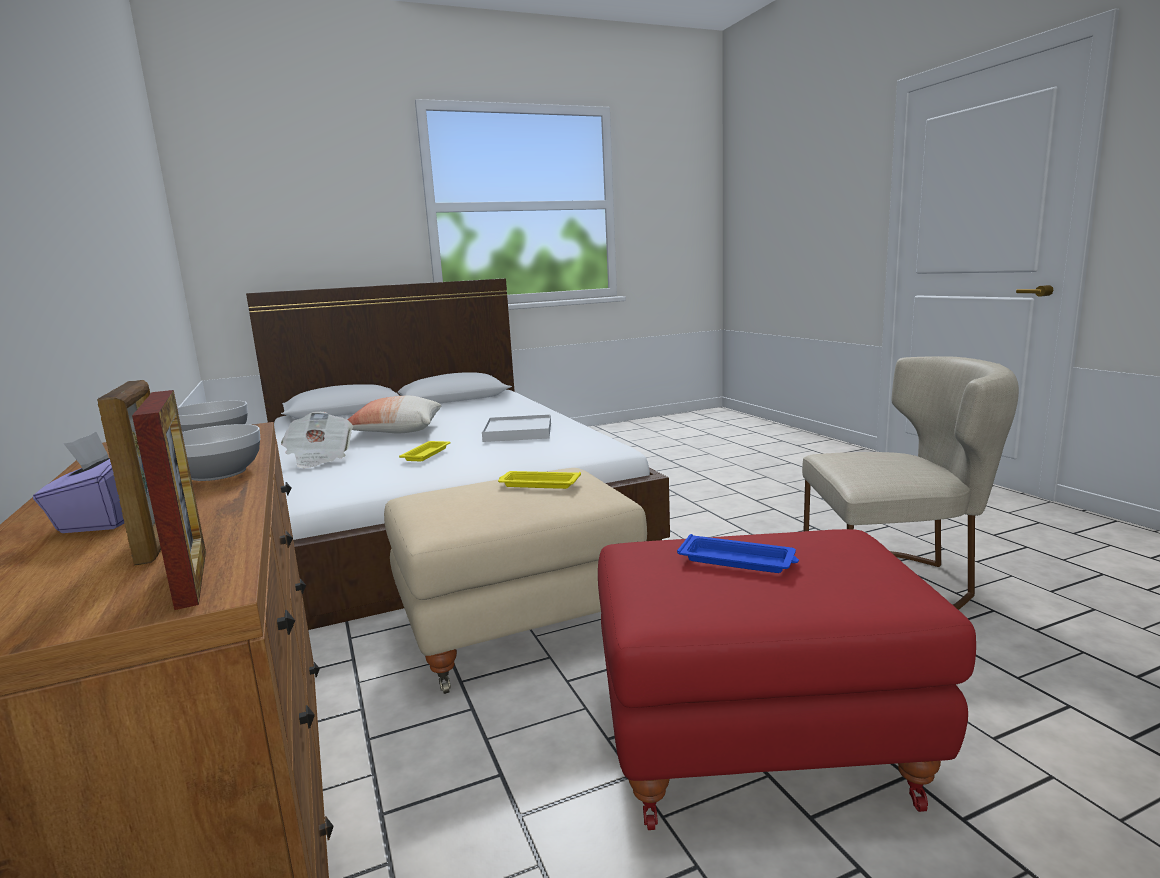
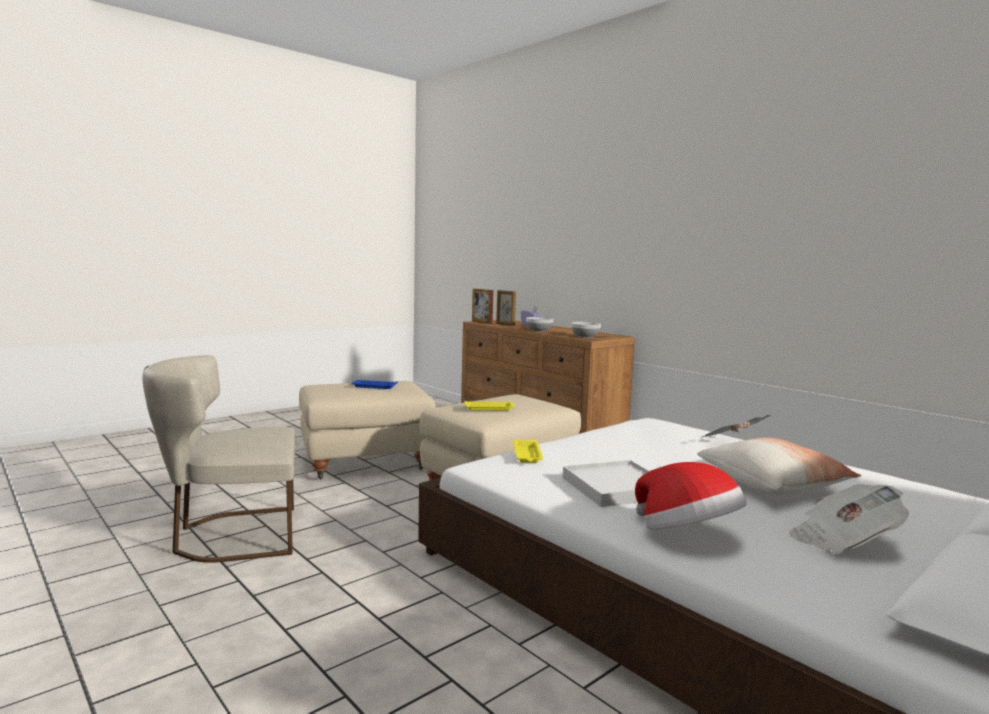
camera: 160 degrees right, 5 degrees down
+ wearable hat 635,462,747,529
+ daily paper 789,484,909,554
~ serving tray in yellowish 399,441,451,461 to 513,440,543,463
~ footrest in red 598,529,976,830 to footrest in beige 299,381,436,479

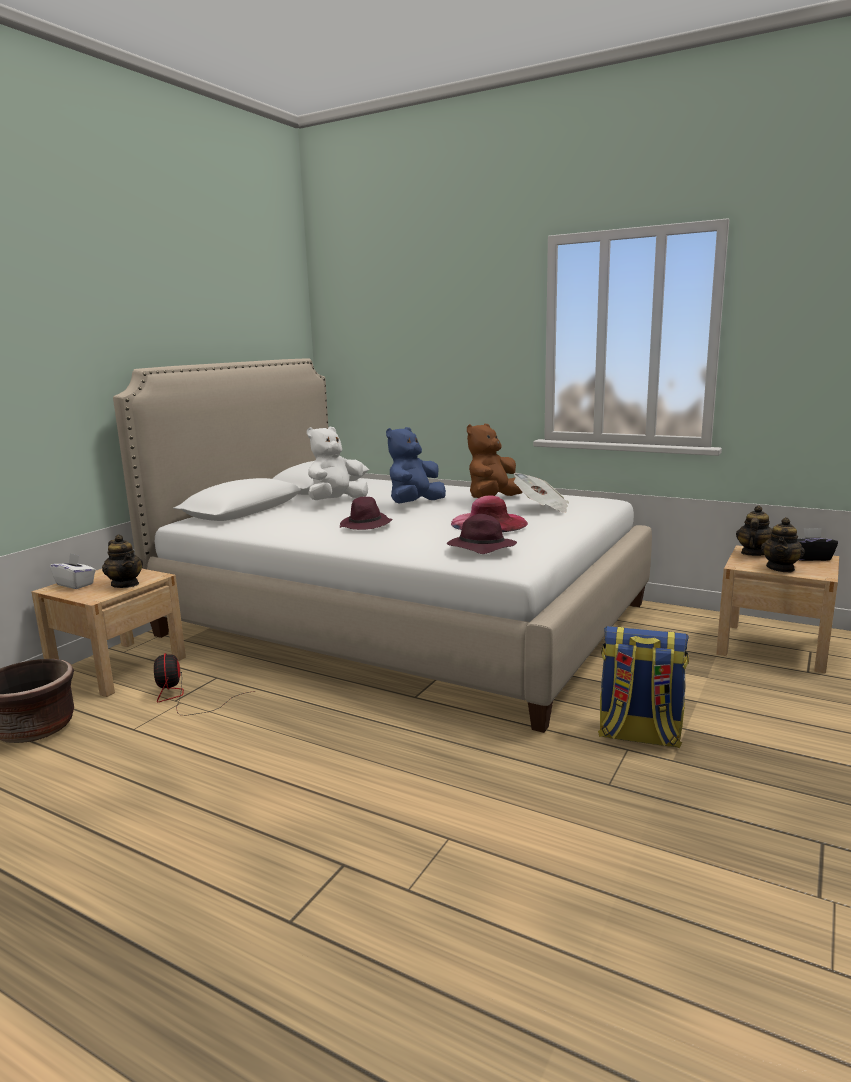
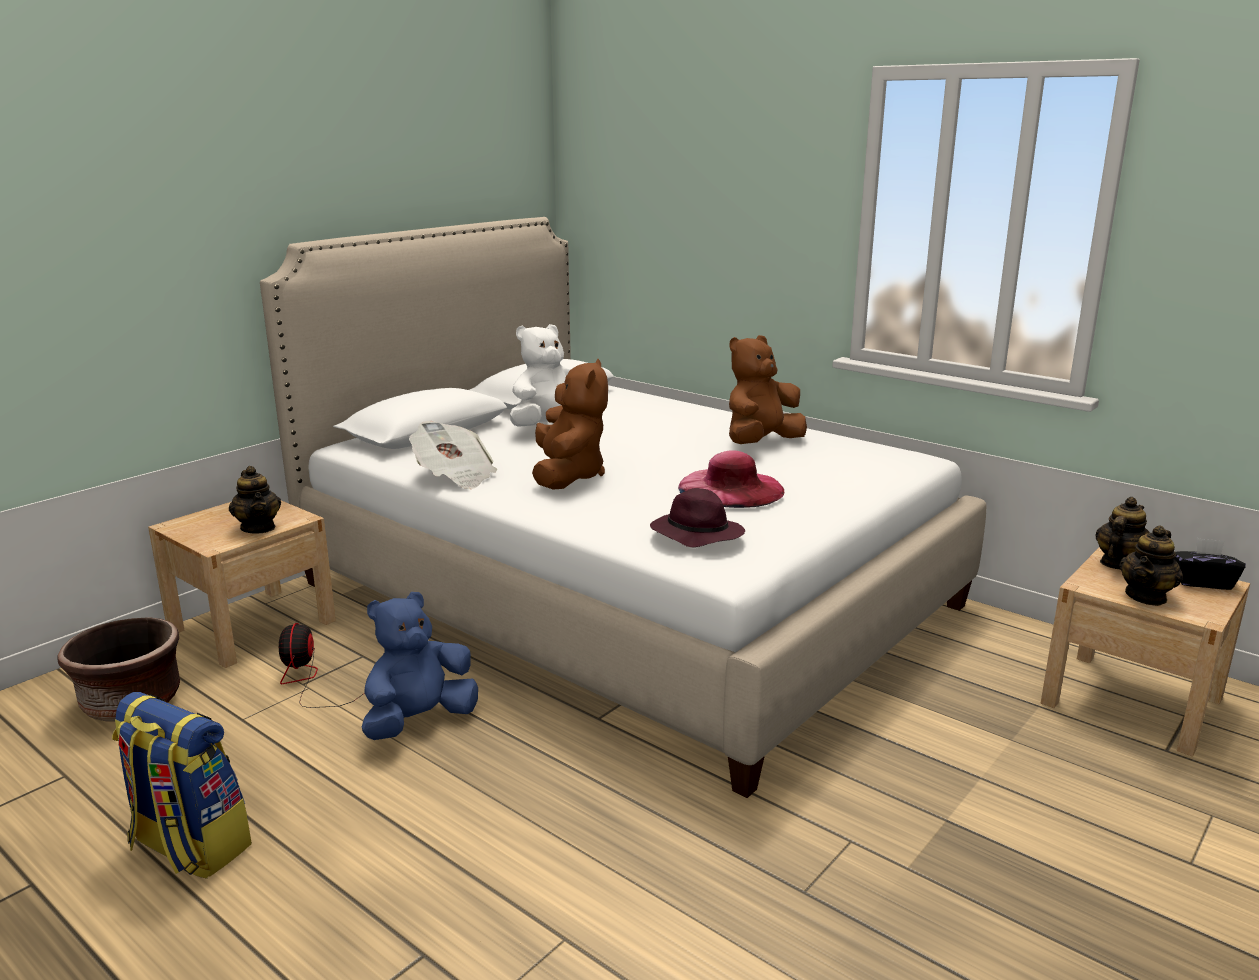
camera: 10 degrees right, 5 degrees up
- tissue holder in white-coloured 50,553,96,589
~ soft toy in blue 386,427,446,503 to 362,592,478,740
~ daily paper 514,473,569,513 to 409,421,497,489
~ rucksack 598,626,689,748 to 112,692,252,879
~ wearable hat in purplish 340,497,393,530 to soft toy in brown-coloured 532,359,608,489

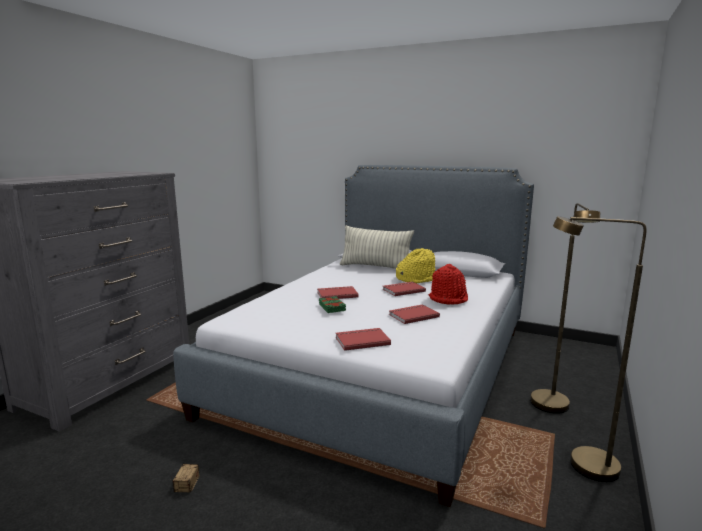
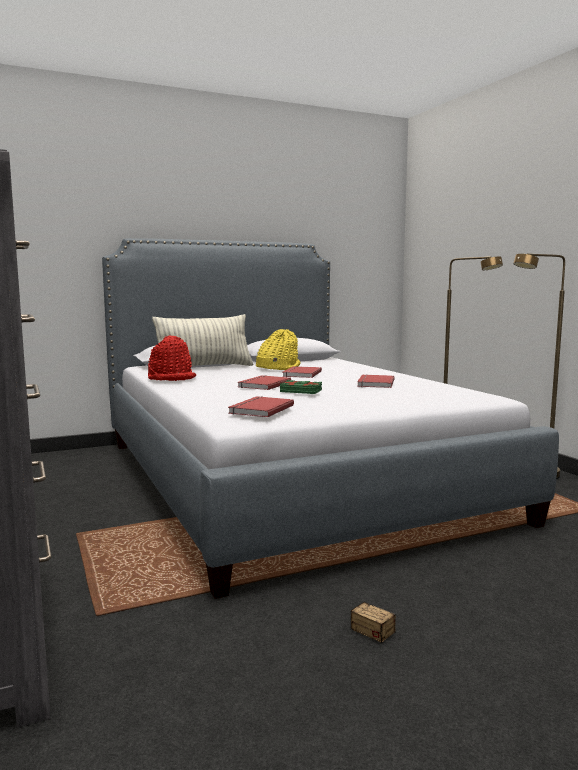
camera: 50 degrees left, 5 degrees down
~ volume in red 336,328,391,351 to 228,396,294,417
~ wearable hat in red 429,264,468,305 to 148,335,196,381

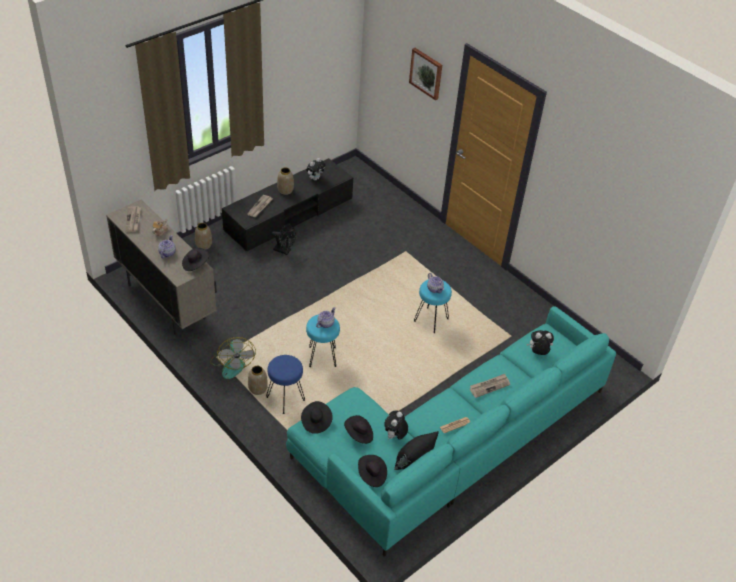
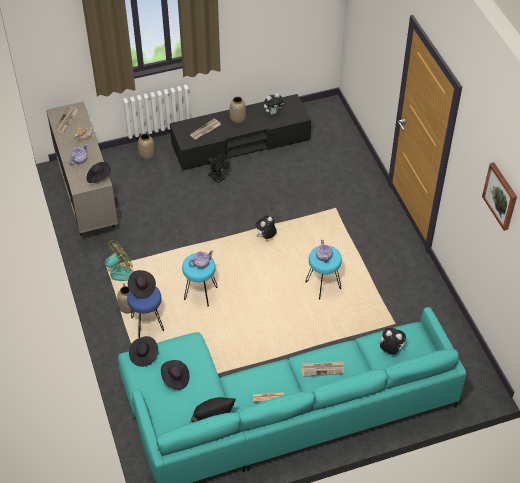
camera: 25 degrees right, 5 degrees up
~ wearable hat in black-coloured 358,455,387,487 to 128,270,156,299
~ soft toy 384,411,408,440 to 256,216,277,239
~ picture 409,48,442,100 to 482,163,517,231
~ cooling fan 210,337,256,379 = 99,240,134,294 135 degrees counterclockwise

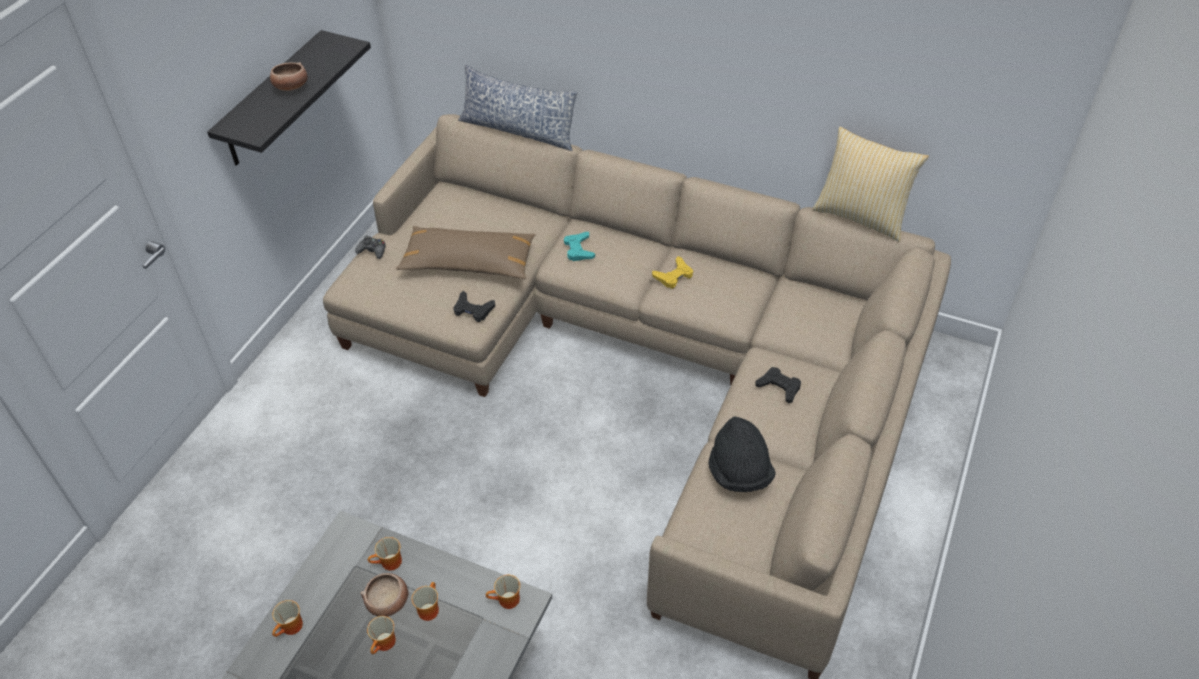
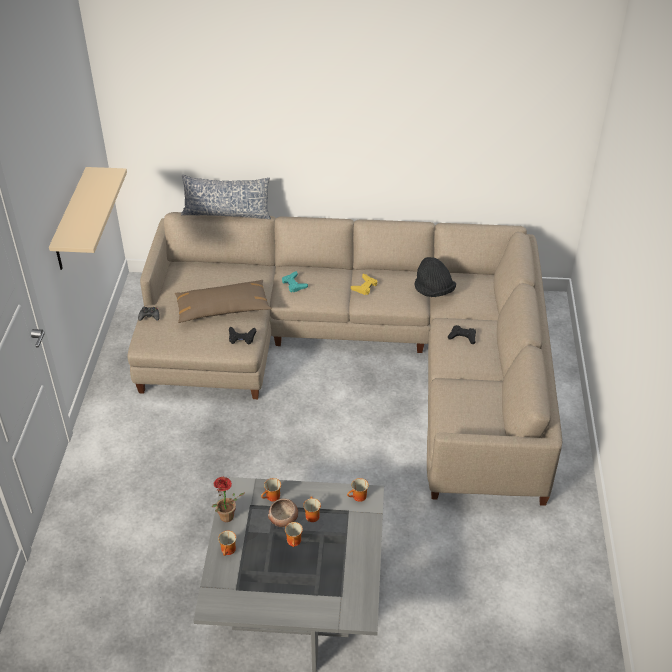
camera: 20 degrees left, 5 degrees down
- serving bowl 270,62,308,91
- cushion 813,127,929,242
+ potted plant 211,477,244,522
~ wearable hat in black-coloured 708,417,776,492 to 415,257,456,297
~ wall shelf in black-coloured 207,30,371,166 to wall shelf in beige 49,167,127,270

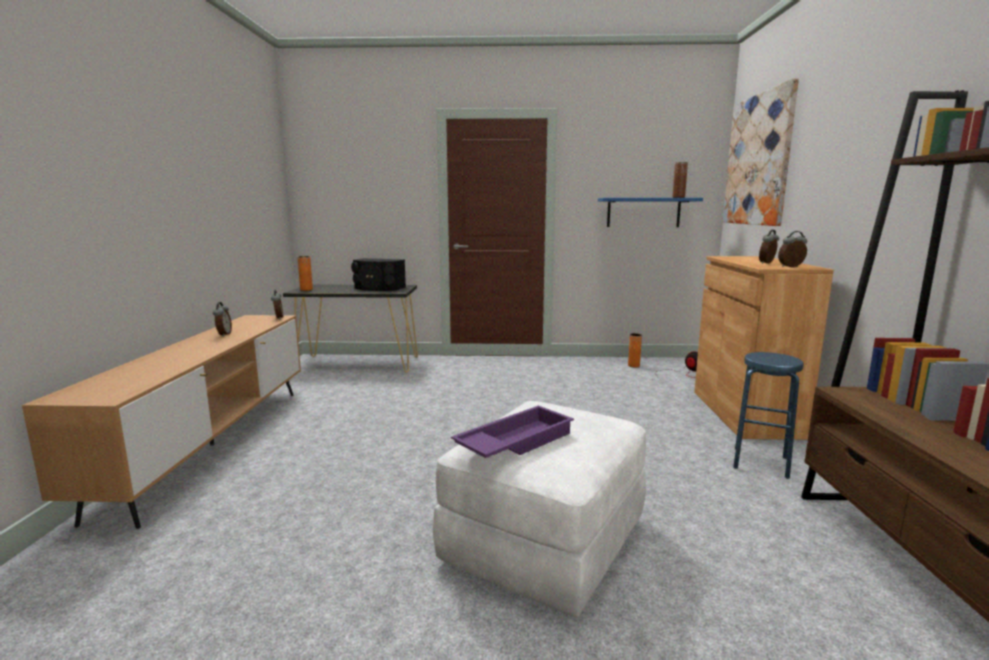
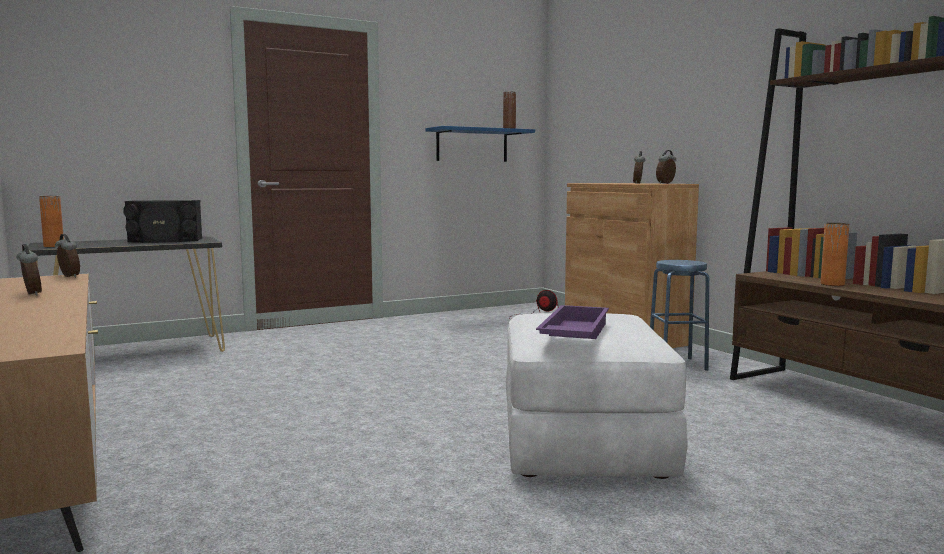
camera: 30 degrees left, 5 degrees down
- picture 723,78,799,226
~ vase in orange-coloured 628,333,642,368 to 821,223,849,286

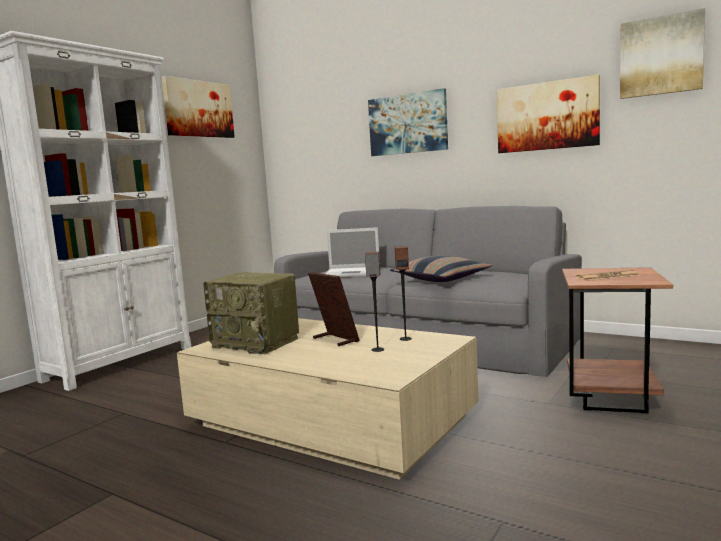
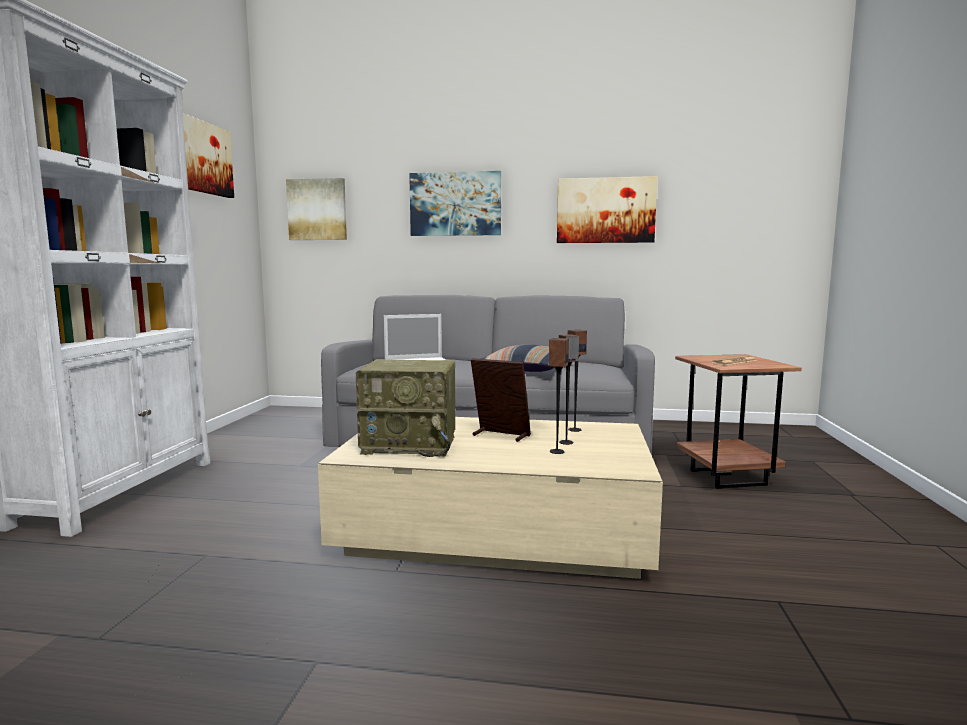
camera: 25 degrees left, 0 degrees up
+ loudspeaker 549,338,569,454
~ picture 620,8,705,99 to 286,178,347,240

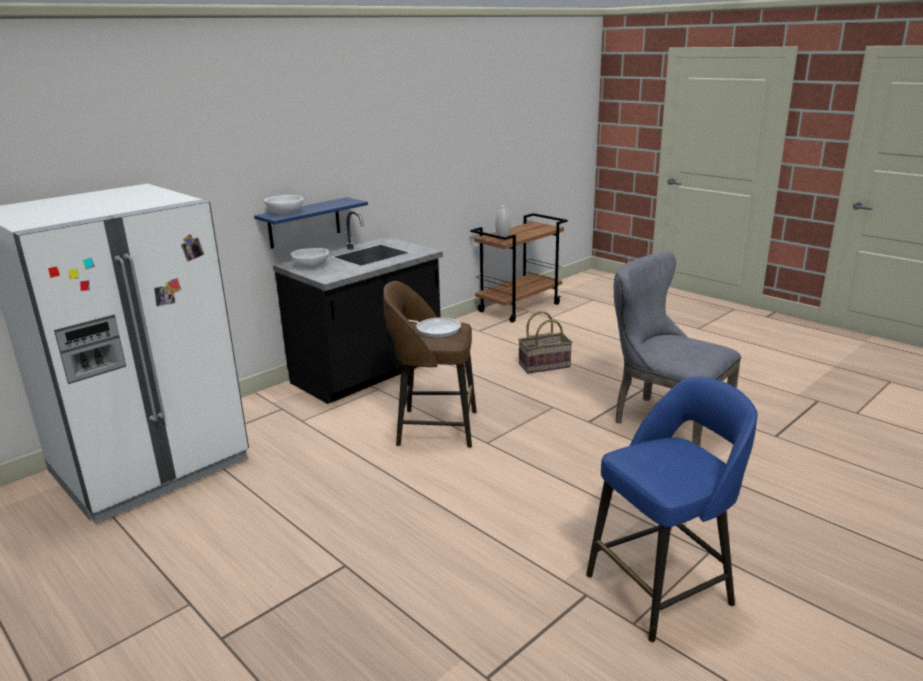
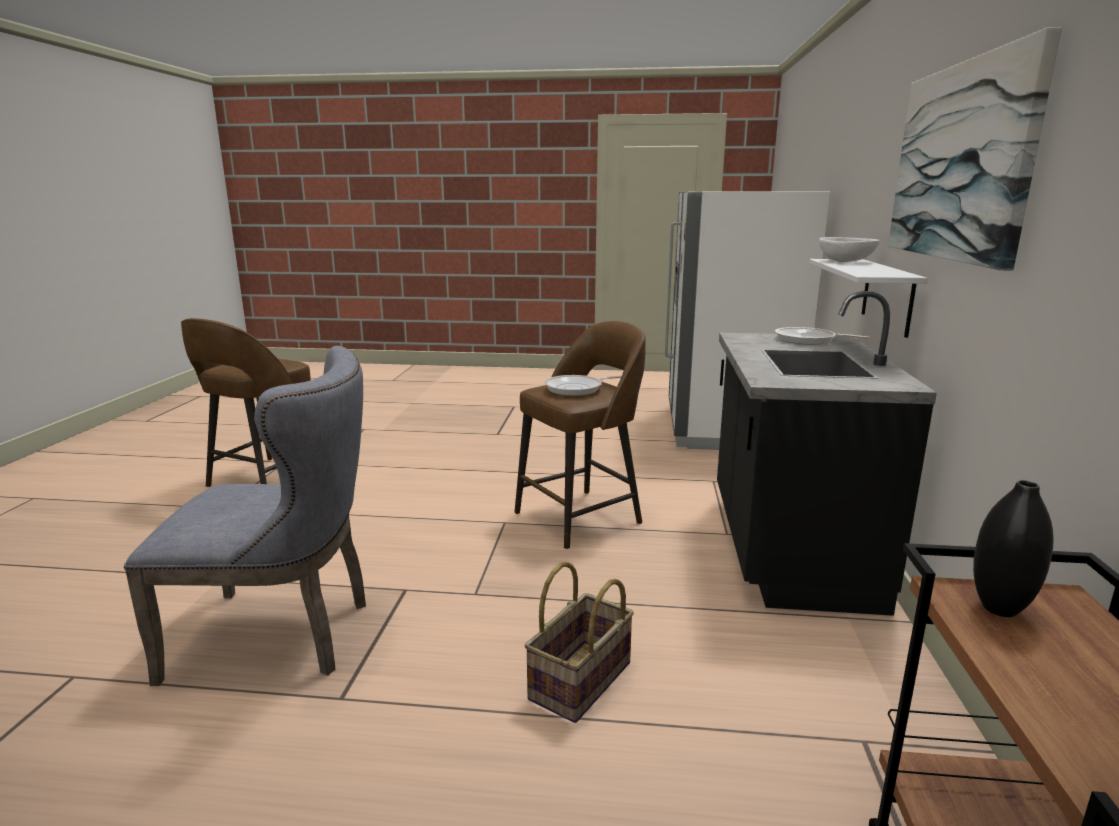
camera: 140 degrees right, 5 degrees down
+ picture 888,27,1062,270
~ serving bowl in white-coloured 291,248,329,268 to skillet 775,327,869,345
~ wall shelf in blue 254,197,368,249 to wall shelf in white-coloured 810,259,927,338
~ vase in white-coloured 495,205,511,240 to vase in black-coloured 973,480,1054,617
~ sitting stool in blue 586,377,758,642 to sitting stool in brown-coloured 181,318,311,487

